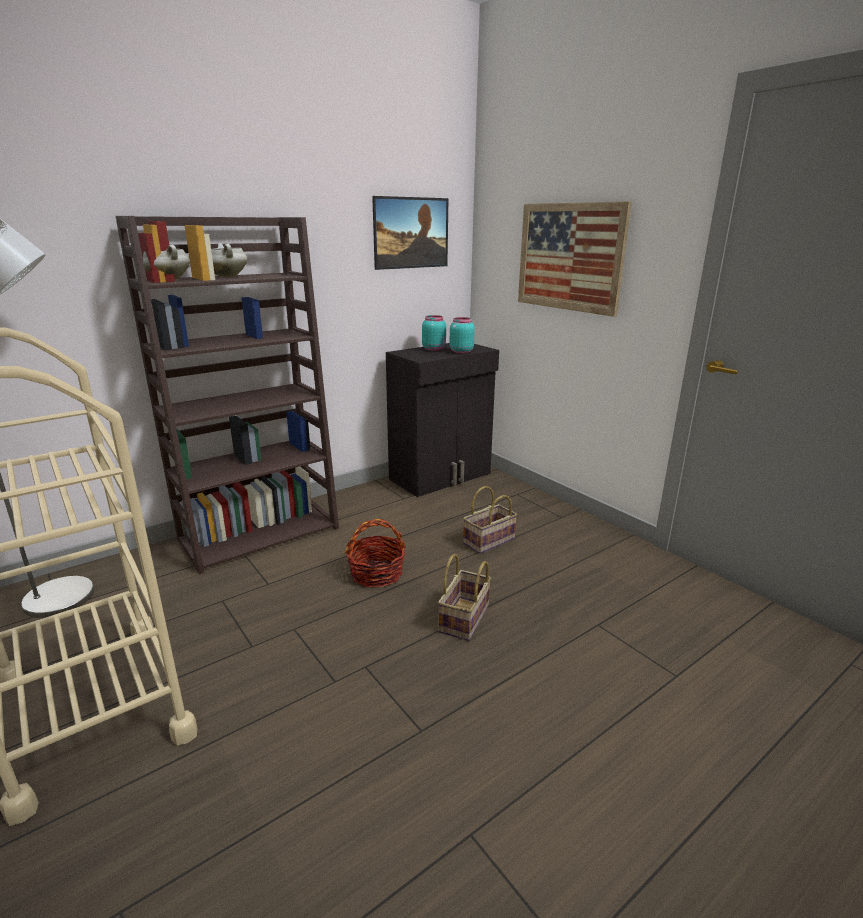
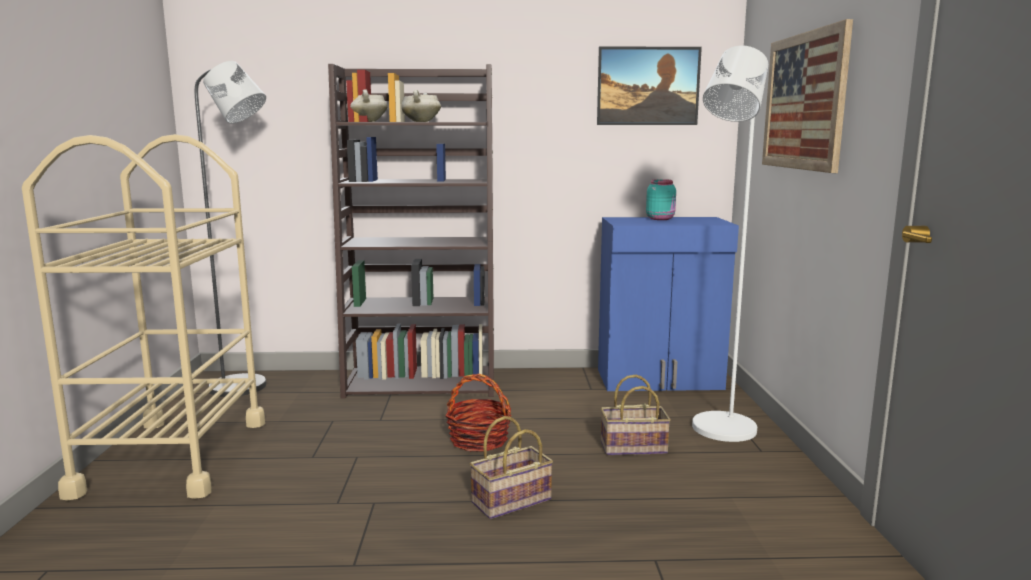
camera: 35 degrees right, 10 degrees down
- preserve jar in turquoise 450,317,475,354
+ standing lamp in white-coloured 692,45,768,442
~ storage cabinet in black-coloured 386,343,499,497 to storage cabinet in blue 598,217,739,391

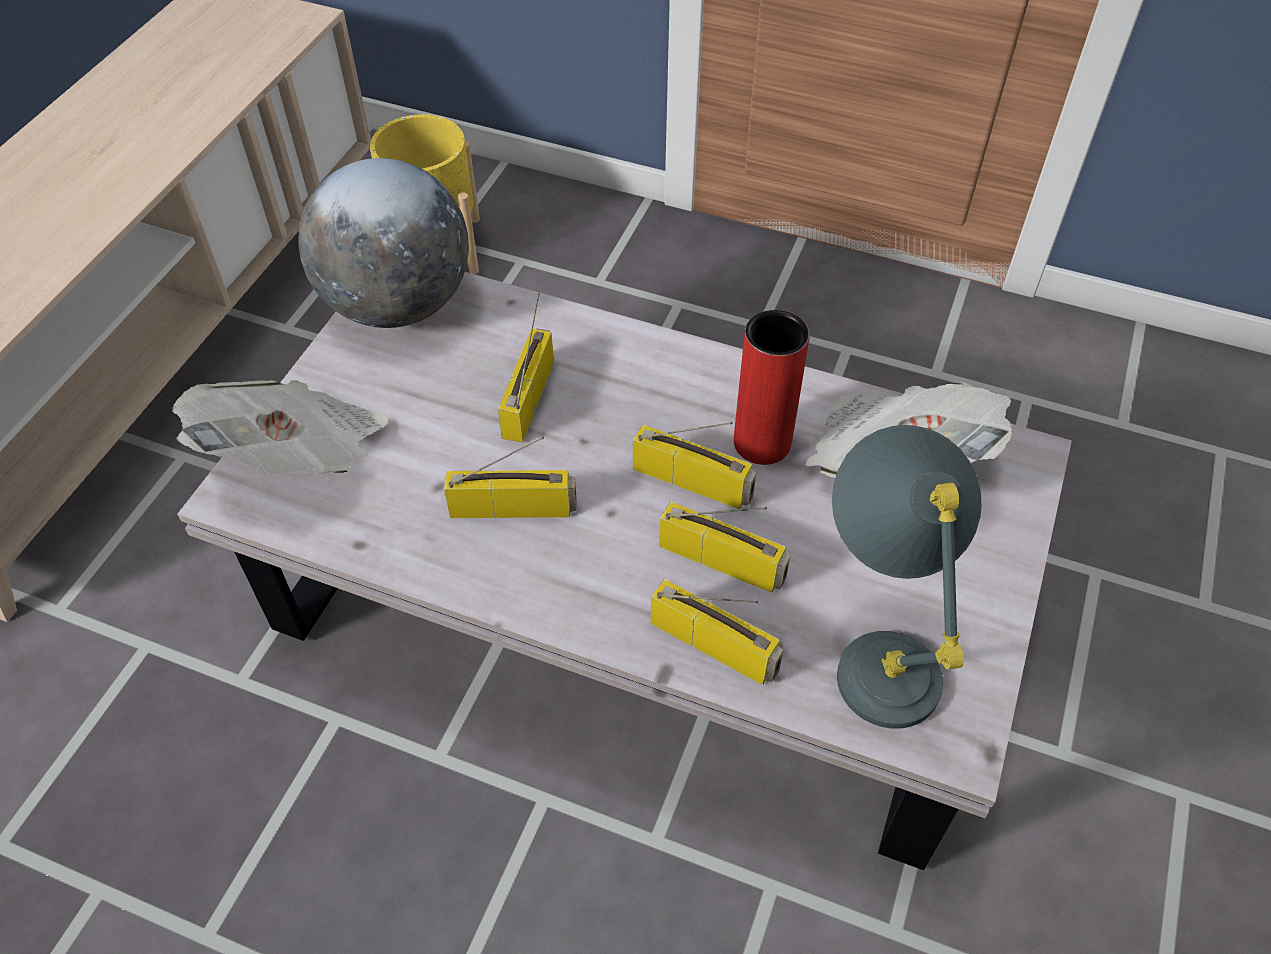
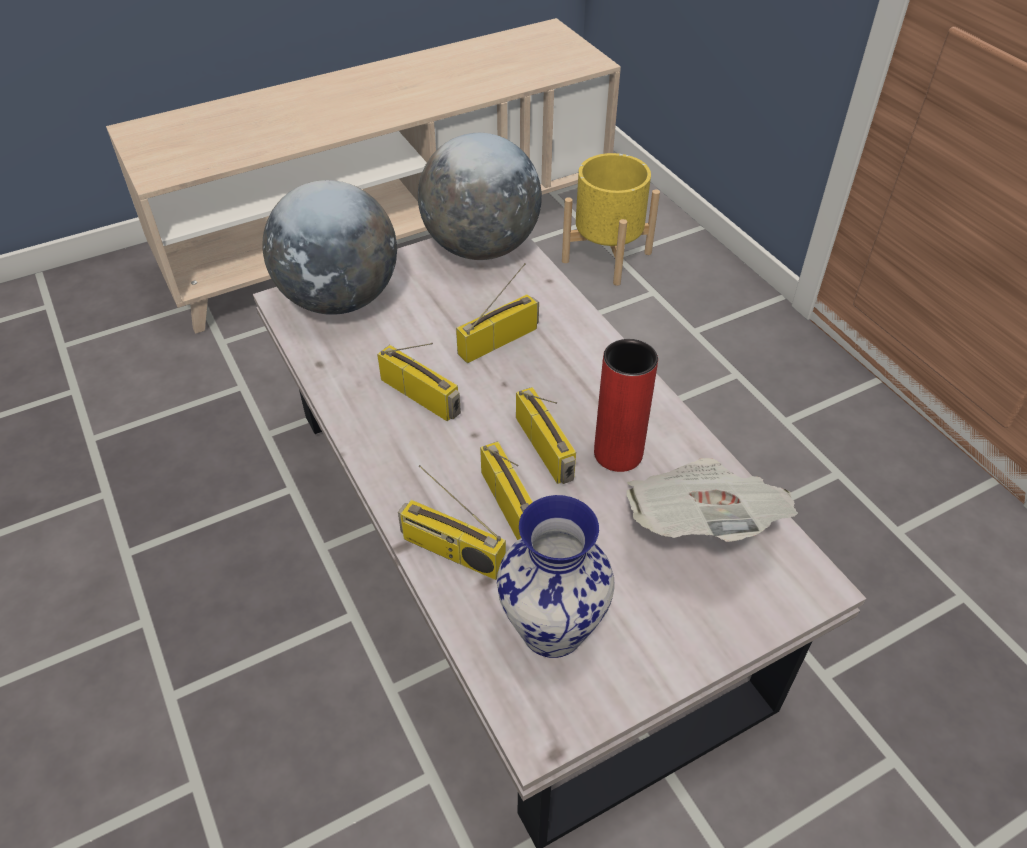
camera: 40 degrees right, 5 degrees down
~ daily paper 172,380,389,475 to desk globe 262,180,397,315
~ lamp for a table in grey 832,425,981,729 to vase 497,495,615,658
~ radio receiver 650,579,784,685 = 398,465,506,580 135 degrees clockwise

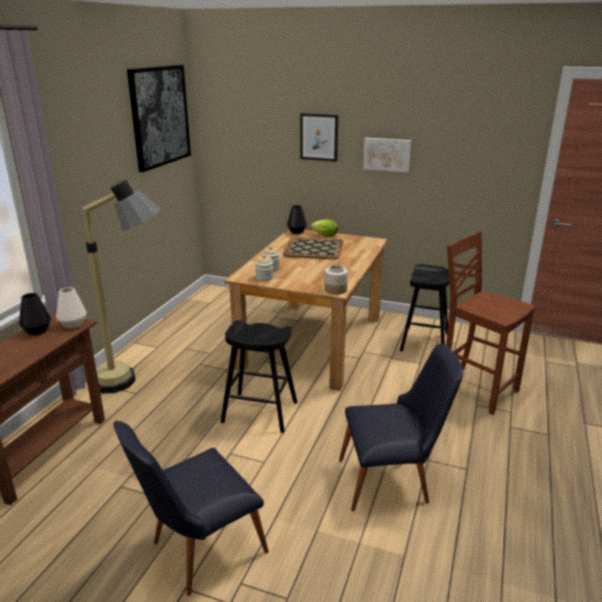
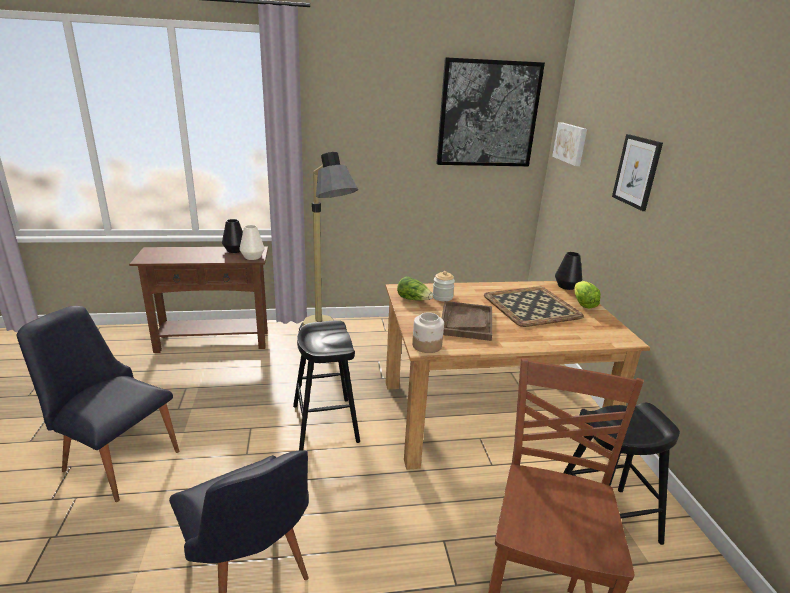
camera: 60 degrees right, 0 degrees up
+ serving tray in brown-coloured 442,301,492,341
~ picture 363,138,411,172 to 552,122,587,166
~ preserve jar 255,255,274,281 to lettuce head 397,276,433,301

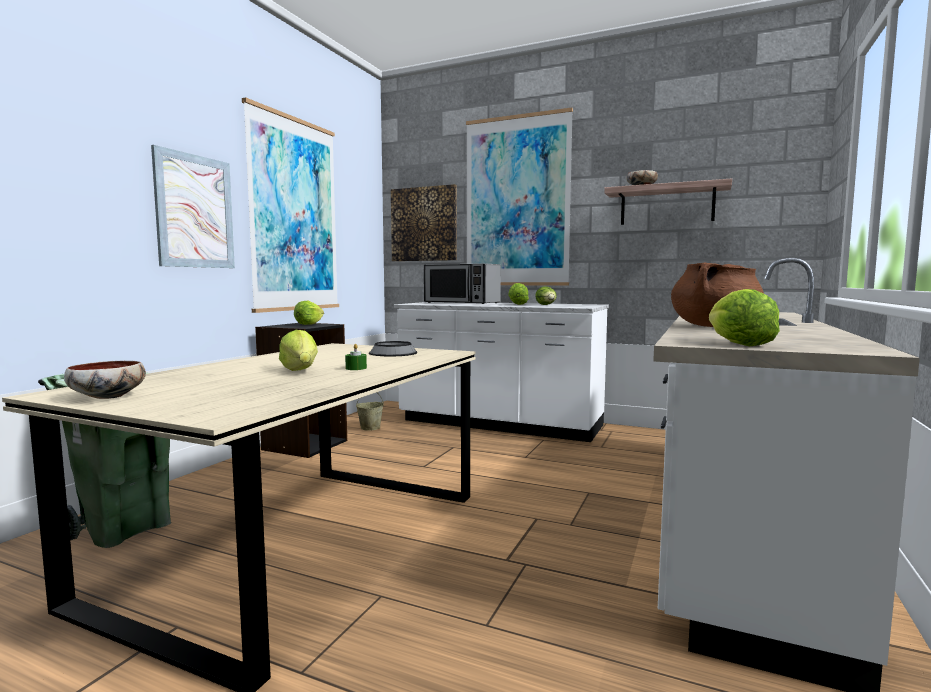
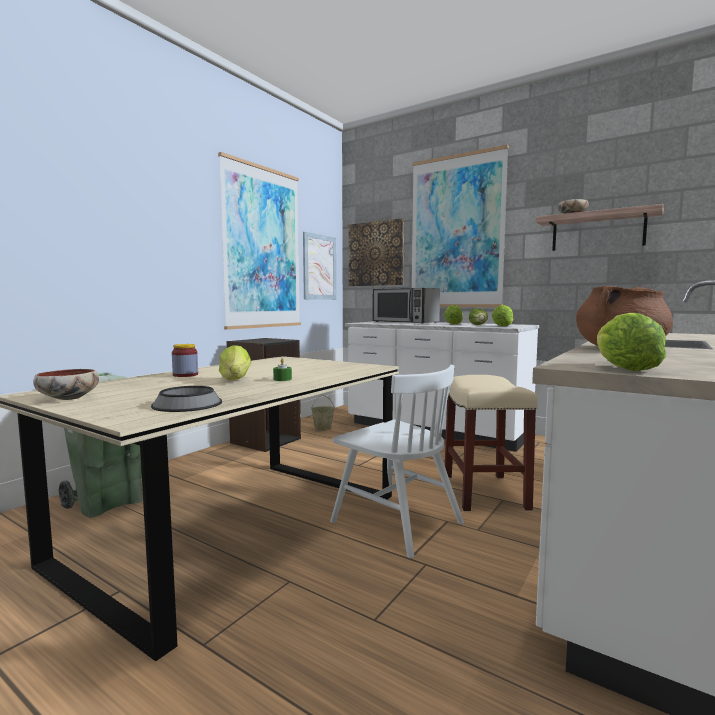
camera: 10 degrees right, 0 degrees up
+ preserve jar 172,344,198,377
+ plain chair in white-coloured 330,365,464,558
+ sitting stool in beige 445,375,538,512
~ picture 151,145,235,268 to 303,232,336,300
~ lettuce head 294,301,324,325 to 492,305,513,326
~ serving bowl 369,341,417,356 to 151,386,222,412

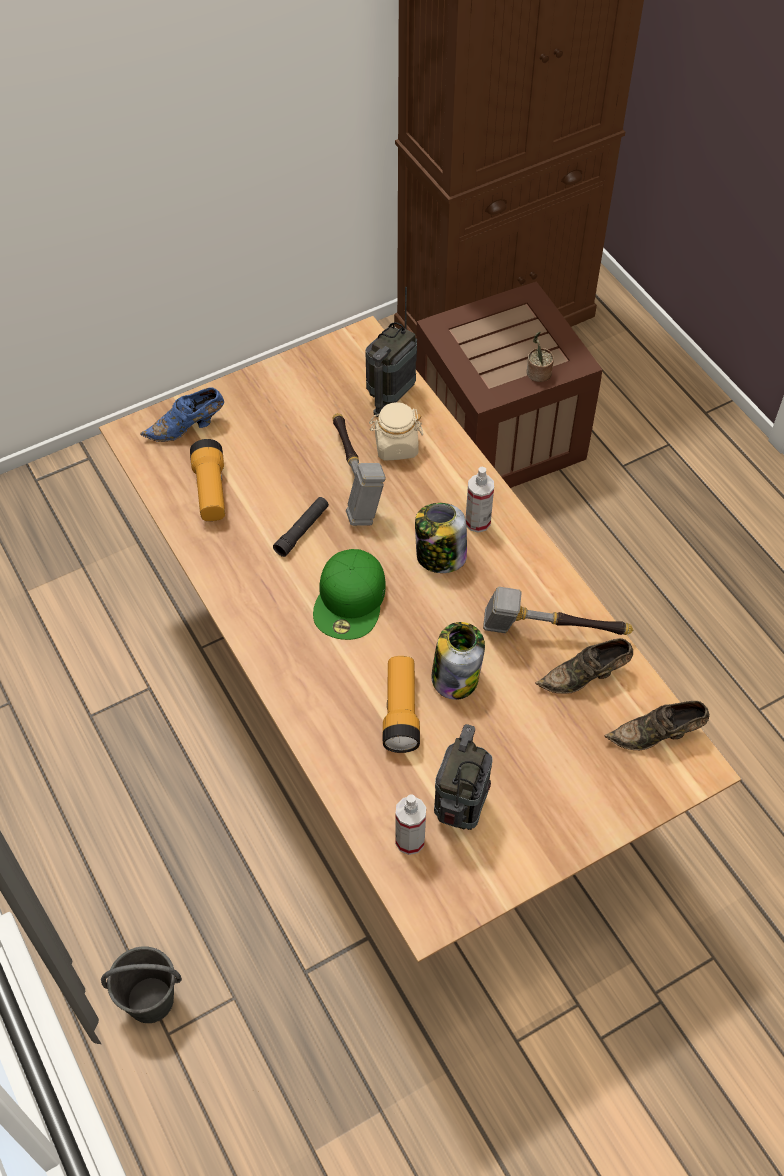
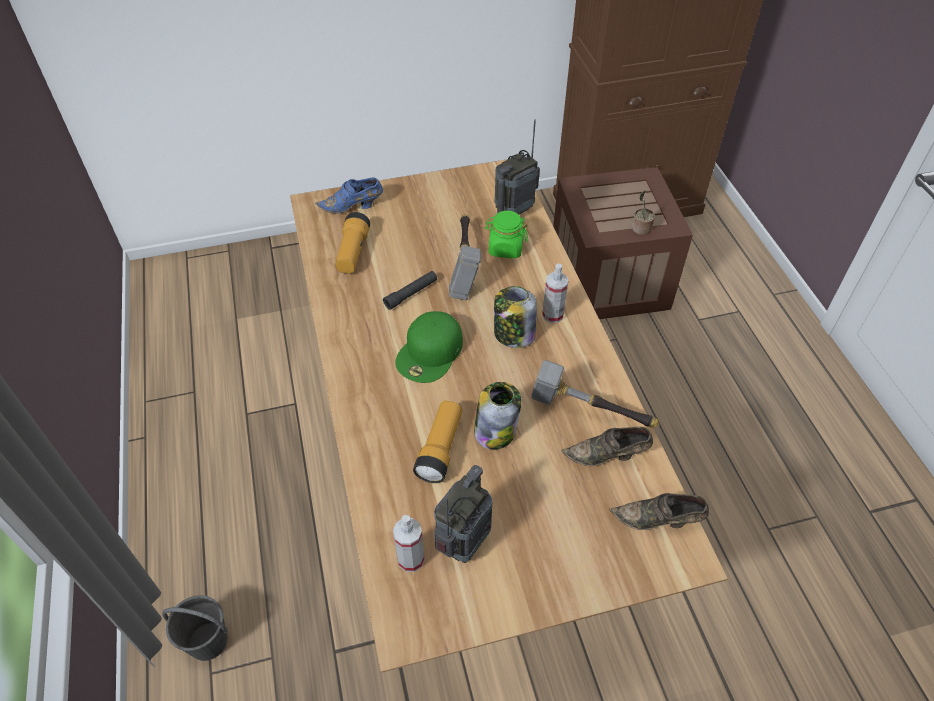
camera: 15 degrees right, 5 degrees down
~ preserve jar in beige 369,402,423,461 to preserve jar in green-coloured 485,211,528,258

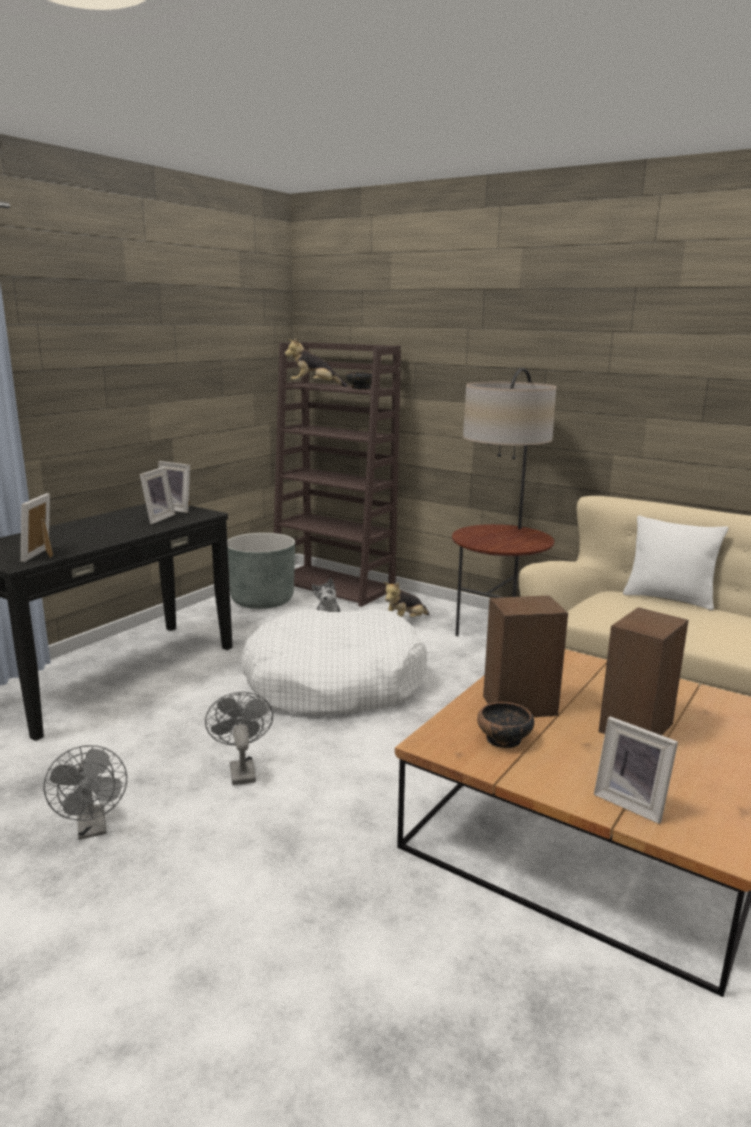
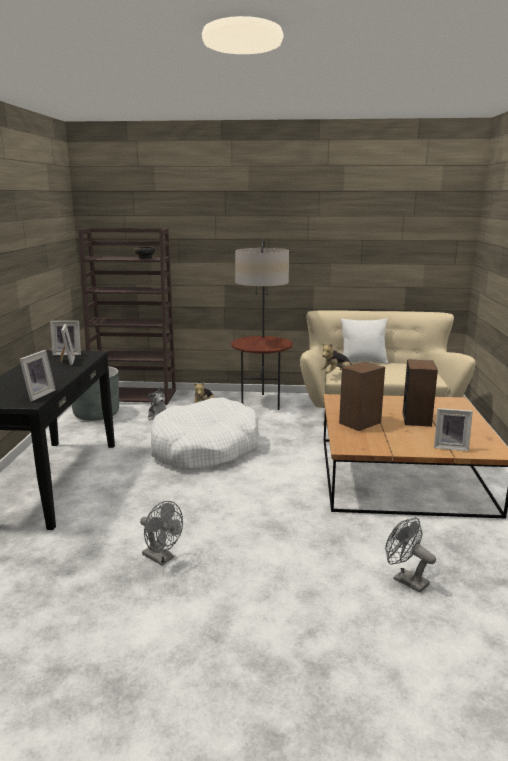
camera: 30 degrees left, 0 degrees up
- serving bowl 477,702,534,748
~ cooling fan in grey 205,692,273,785 to 385,518,436,593
~ soft toy 284,338,347,387 to 321,343,353,374
~ picture frame 21,493,53,562 = 20,350,56,401 135 degrees counterclockwise

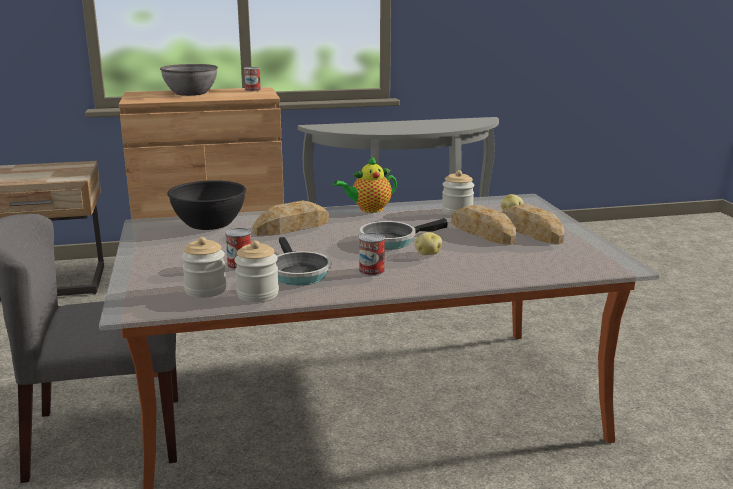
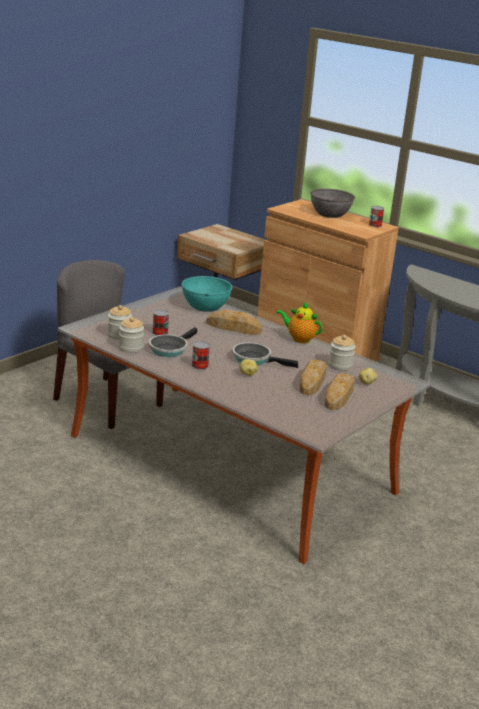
camera: 50 degrees right, 5 degrees up
~ serving bowl in black-coloured 167,180,246,230 to serving bowl in turquoise 181,276,233,312

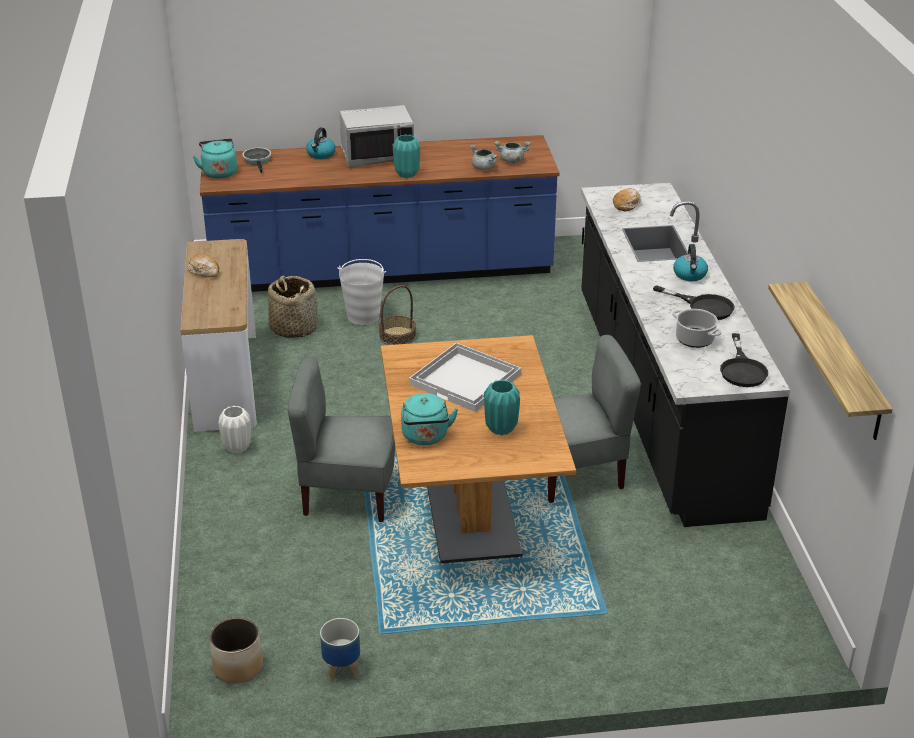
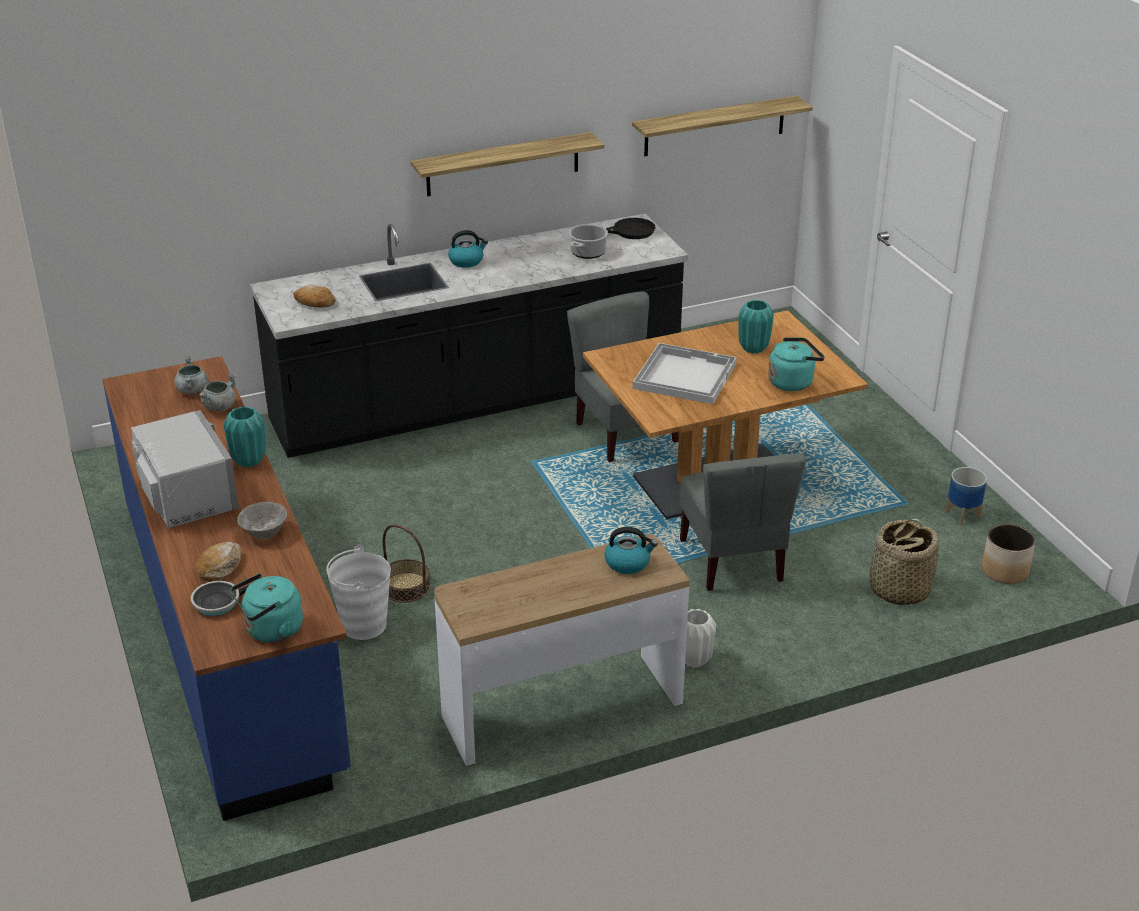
camera: 105 degrees left, 0 degrees up
- skillet in black-coloured 653,285,734,320
+ serving bowl in grey 237,502,287,540
+ wall shelf 411,132,604,196
~ baked bread 187,254,219,277 to 196,542,242,582
~ storage basket 268,276,318,338 to 869,519,939,605
~ tea kettle 306,127,335,159 to 605,527,658,574

